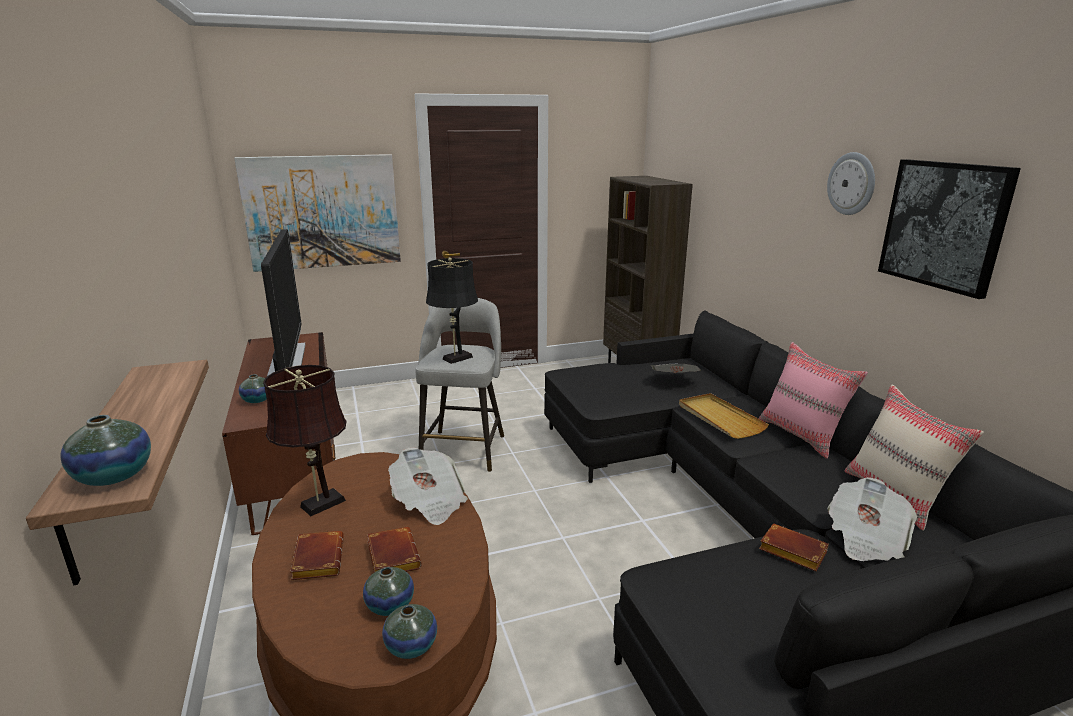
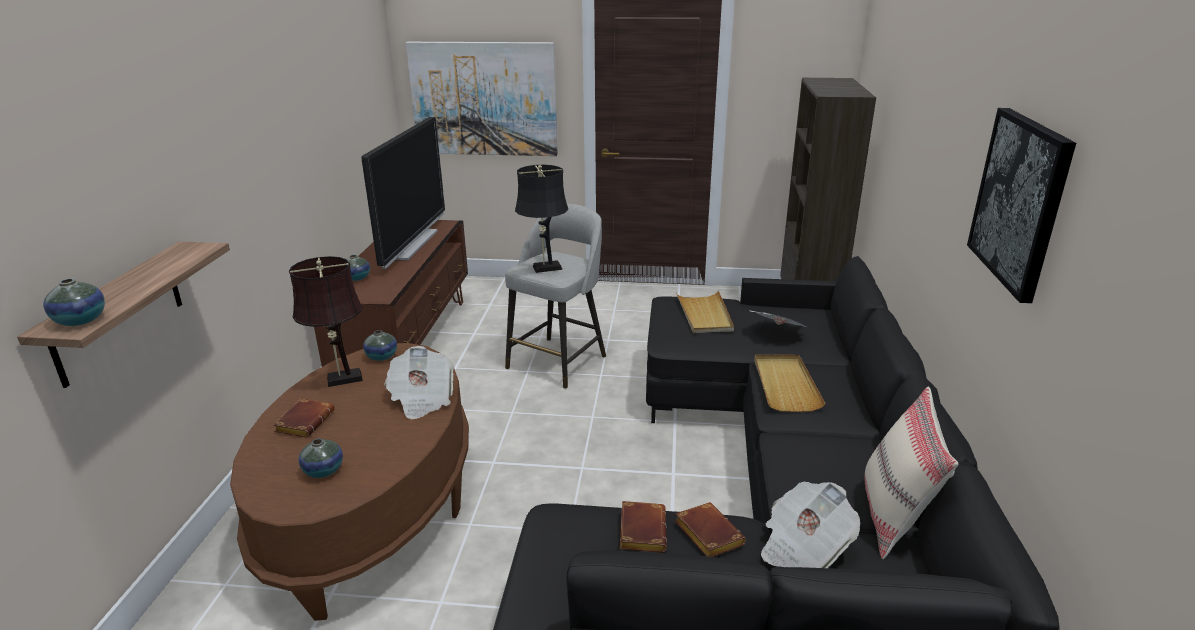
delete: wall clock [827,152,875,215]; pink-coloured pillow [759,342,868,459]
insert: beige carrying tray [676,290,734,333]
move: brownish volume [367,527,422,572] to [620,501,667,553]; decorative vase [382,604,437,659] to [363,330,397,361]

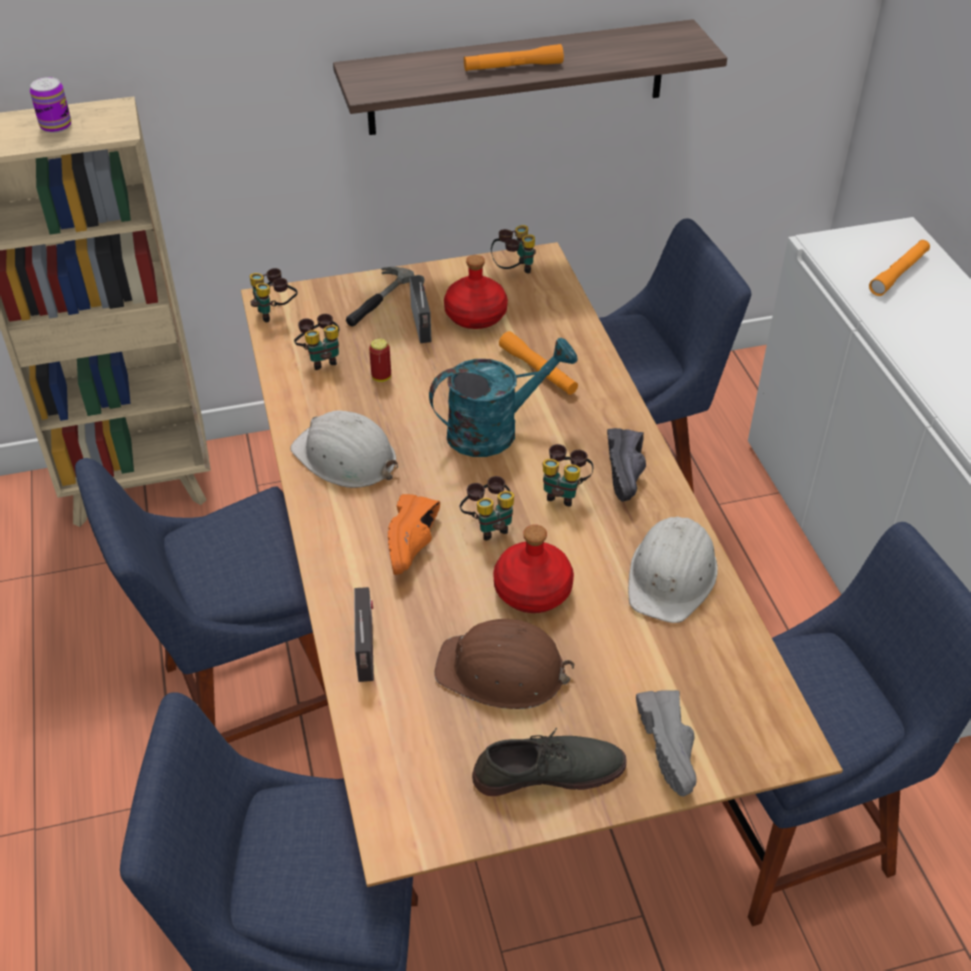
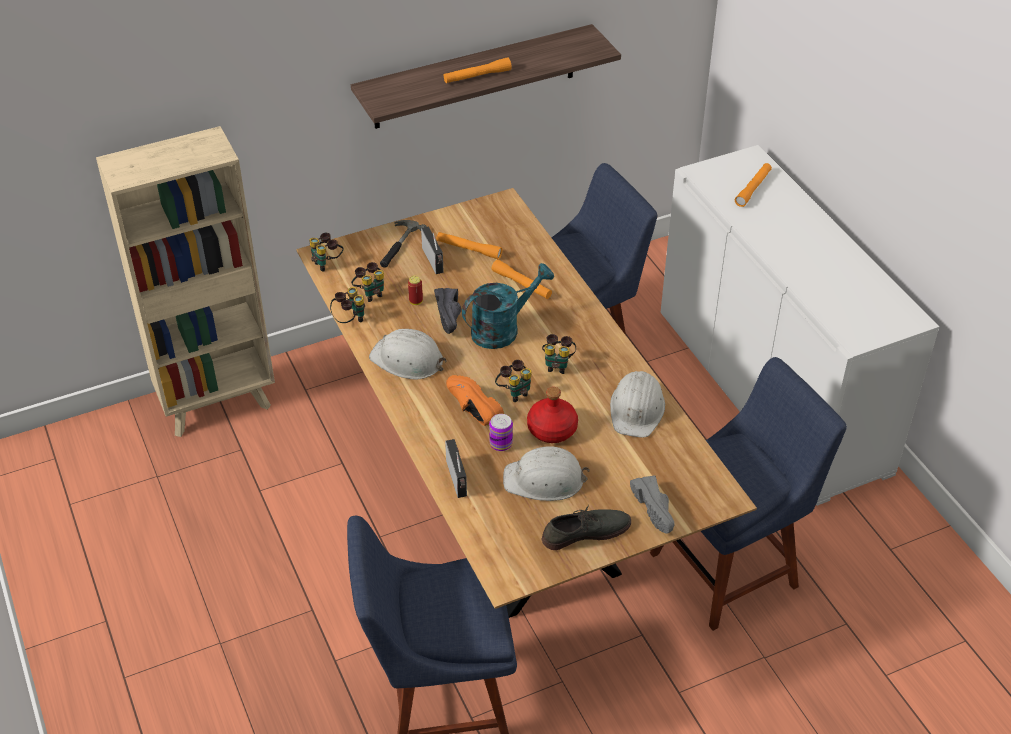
delete: blue plain chair [75,458,328,743]
move: metal can [30,77,71,133] to [489,414,513,451]; field glasses [491,225,536,274] to [330,287,365,323]; black-coloured shoe [607,428,646,502] to [434,288,461,334]
replace: red-coloured beverage bottle [444,255,508,329] to orangey hand torch [437,232,503,260]
recolor: brownish hard hat [435,619,575,709] to white hard hat [503,446,590,501]
rotate: orangey shoe [388,494,440,575] = [446,375,504,426] 135 degrees clockwise

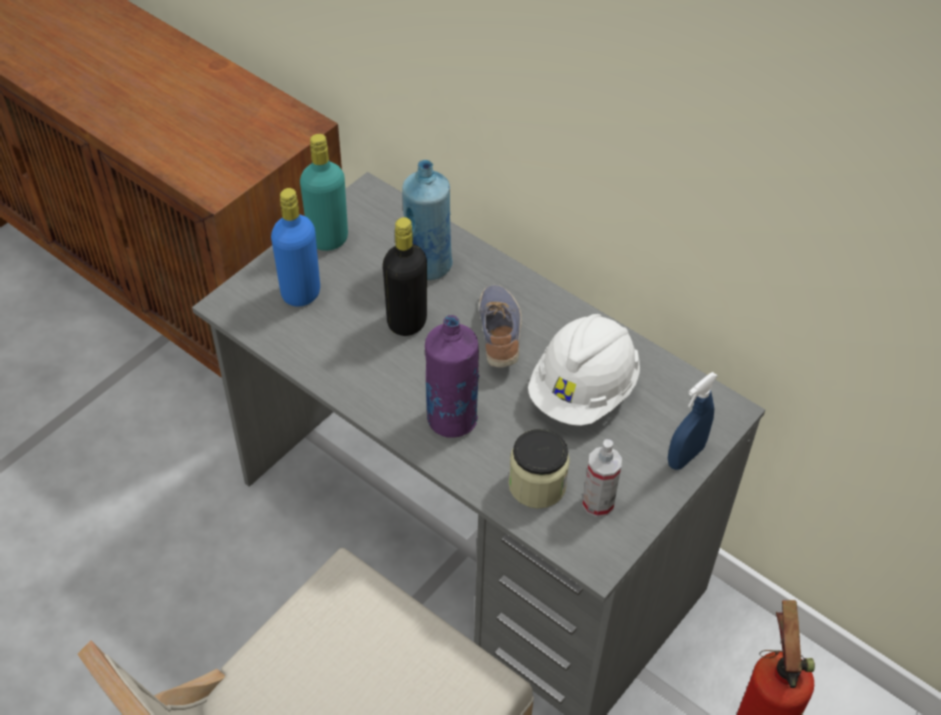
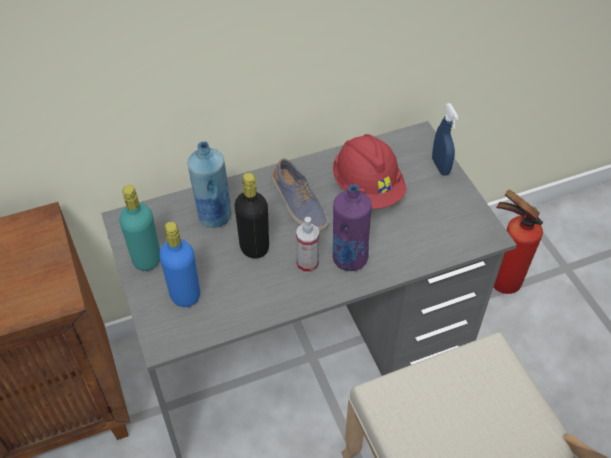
delete: jar [508,429,570,509]
move: sprayer [582,439,622,517] to [296,217,319,273]
recolor: white hard hat [528,314,640,426] to red-coloured hard hat [333,134,406,209]
rotate: shoe [479,285,522,368] = [272,158,329,233] 150 degrees counterclockwise

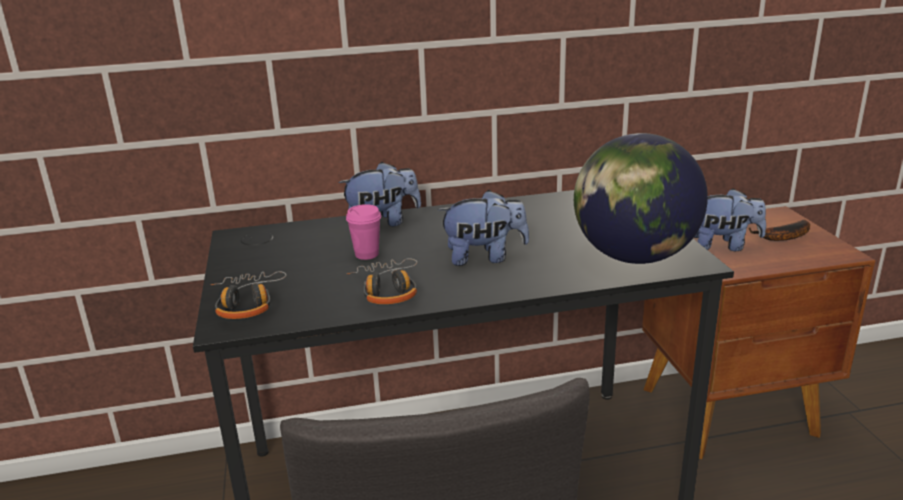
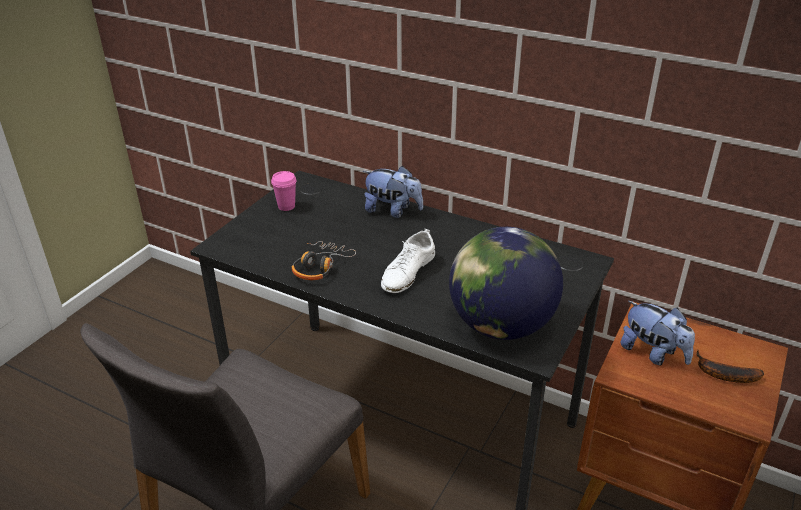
delete: headset [211,271,286,319]
move: pink-coloured cup [346,204,381,260] to [271,171,297,211]
replace: soft toy [438,190,529,266] to white shoe [381,229,435,293]

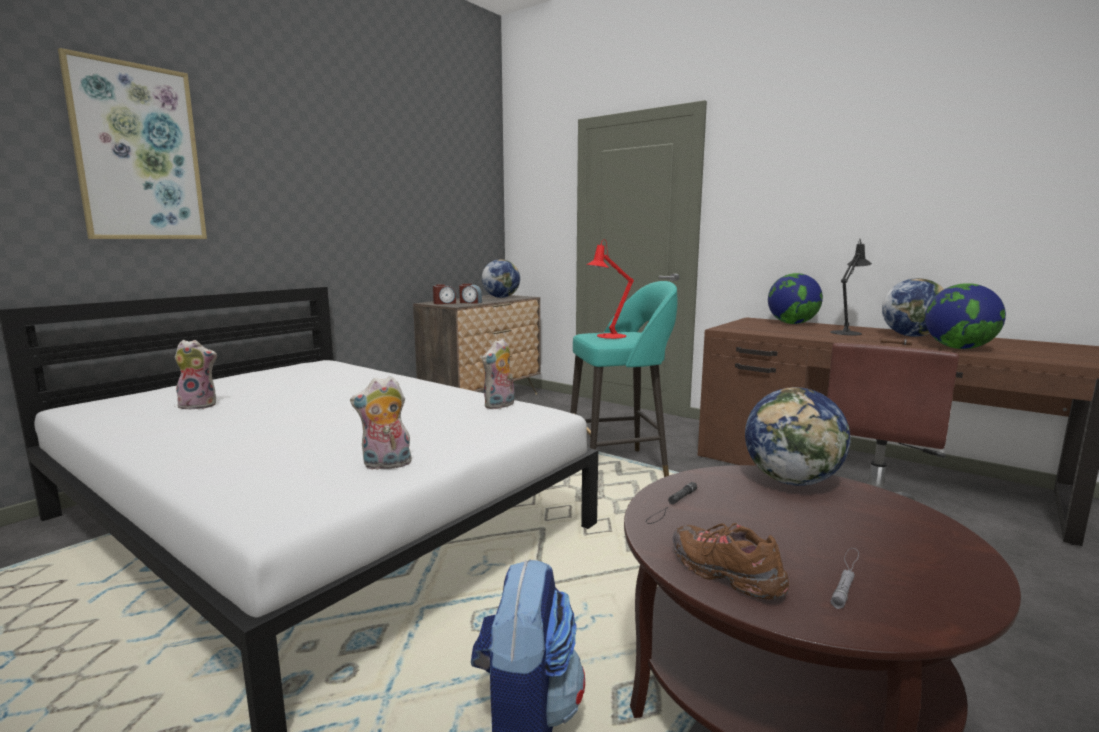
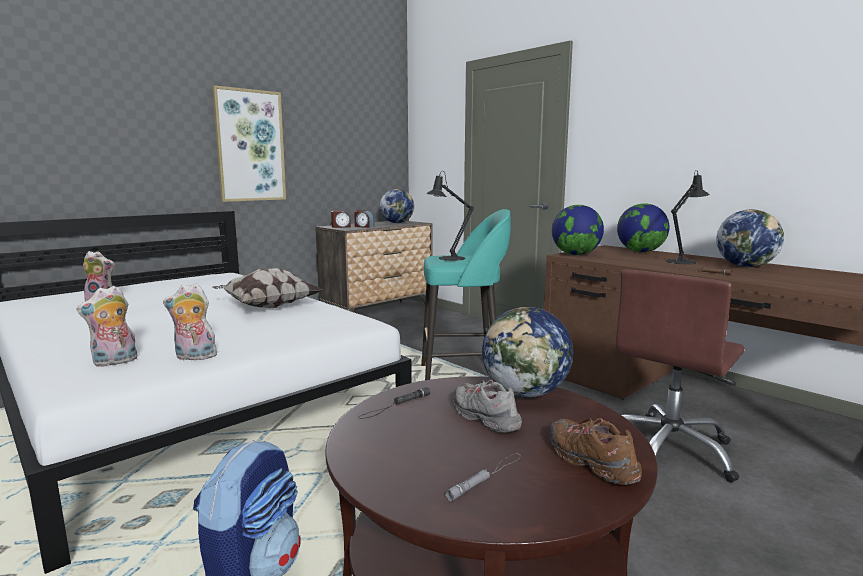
insert: pillow [212,268,322,308]; grey shoe [453,380,522,433]
move: wall picture [58,48,207,239] to [212,85,286,202]; desk globe [925,283,1006,349] to [552,205,604,255]; soft toy [482,339,515,409] to [76,286,138,367]; brownish shoe [673,523,789,599] to [550,418,642,485]
recolor: red-coloured lamp for a table [586,239,634,339] to black-coloured lamp for a table [426,171,474,261]

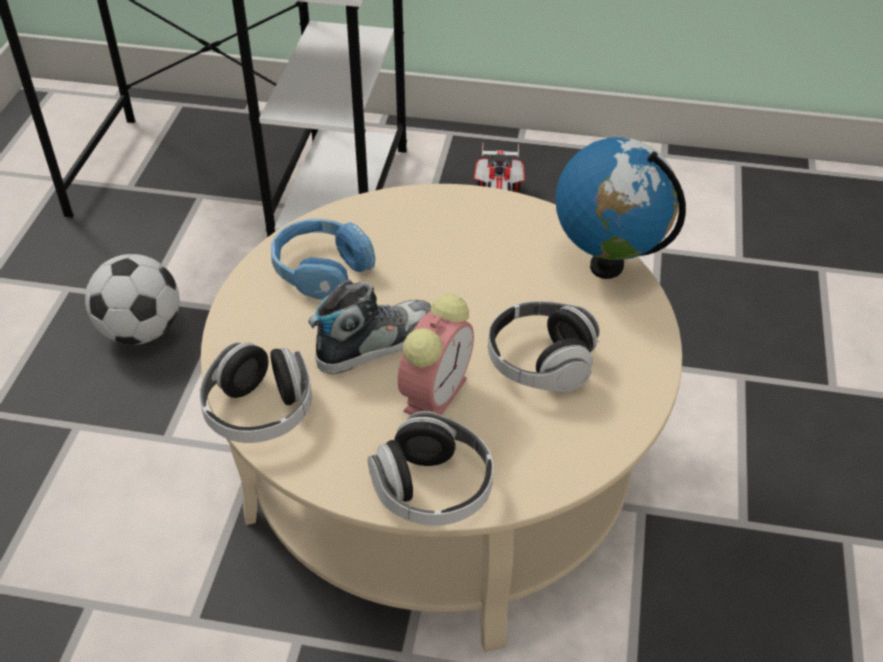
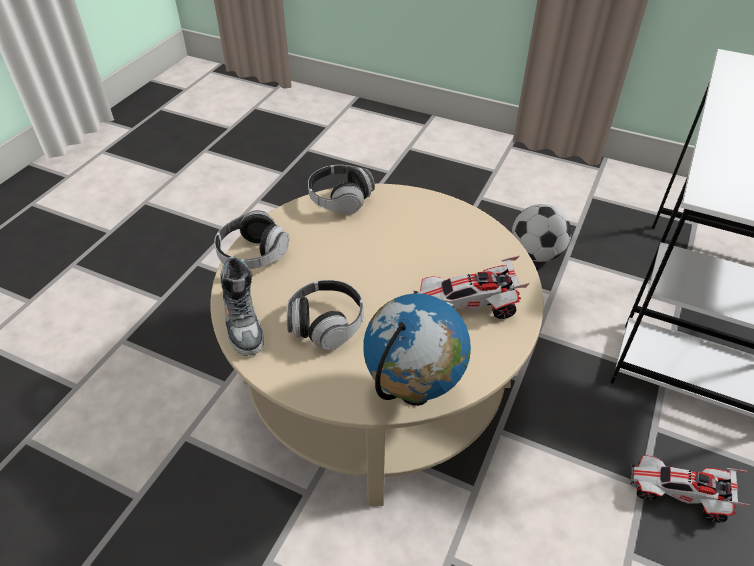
delete: blue headset [271,218,376,299]; alarm clock [398,294,474,415]
insert: miniature car [413,256,530,319]
move: shoe [308,279,432,374] to [220,256,264,356]

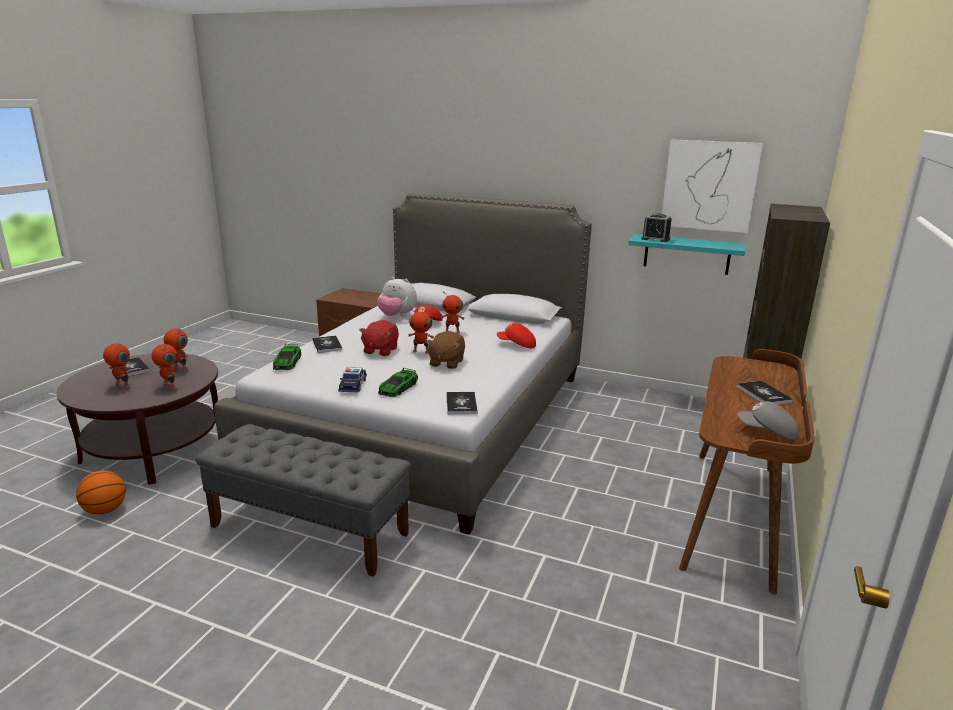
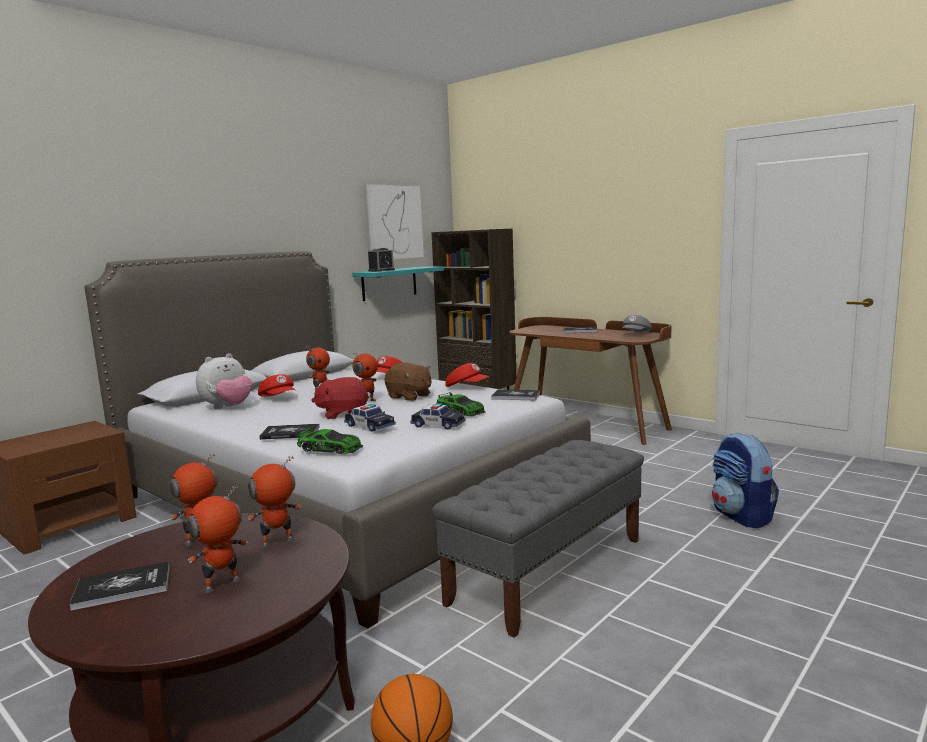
insert: red-coloured peaked cap [445,363,489,387]; miniature car [344,404,396,432]; backpack [712,433,779,528]
rotate: red-coloured soft toy [359,320,399,356] = [311,377,369,419] 135 degrees clockwise

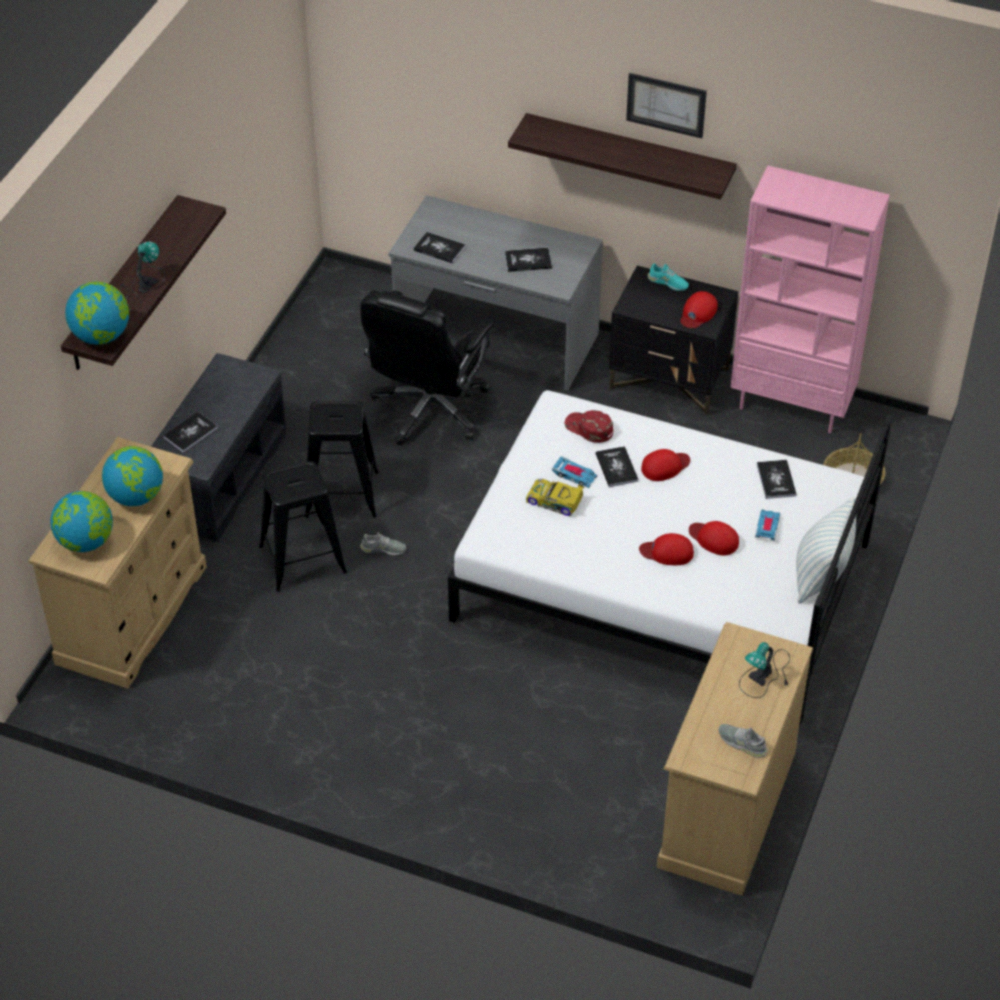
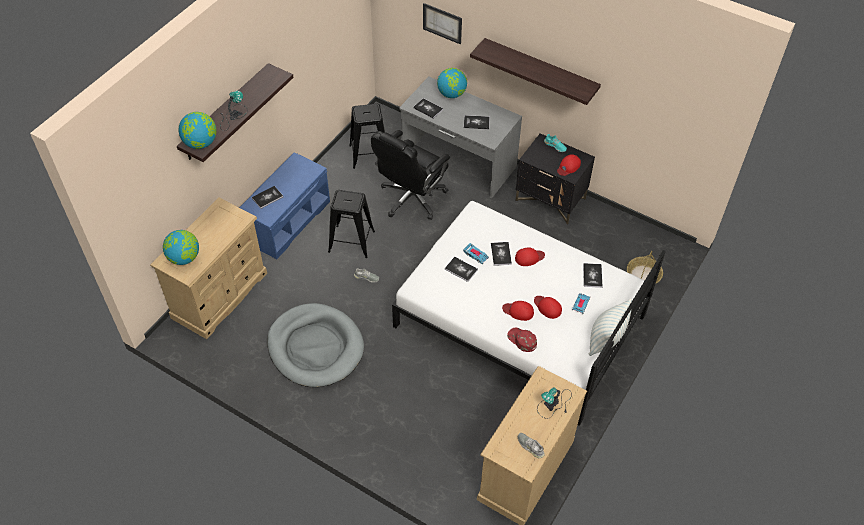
delete: pink-coloured bookcase [730,165,890,433]
insert: grey pet bed [267,303,364,387]
move: wall picture [626,73,707,138] to [423,3,462,44]; red-coloured peaked cap [564,410,613,443] to [507,328,537,352]; desk globe [102,446,163,506] to [437,68,467,98]; black-coloured sitting stool [259,461,347,592] to [349,103,385,169]
replace: miniature car [526,479,584,516] to volume [445,257,478,282]
recolor: grey bench [151,353,287,542] to blue bench [239,152,330,259]

